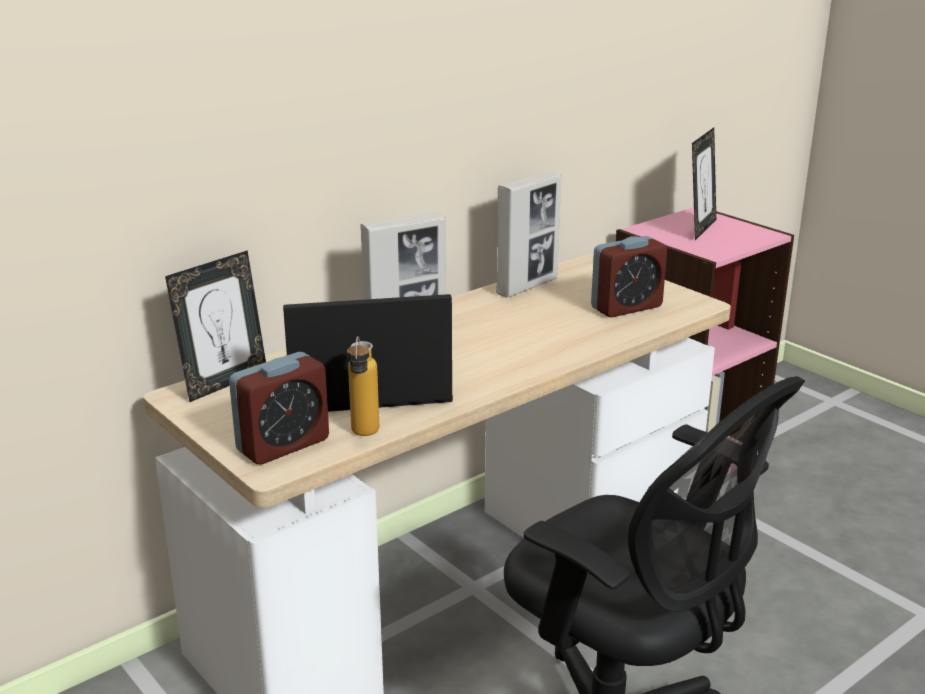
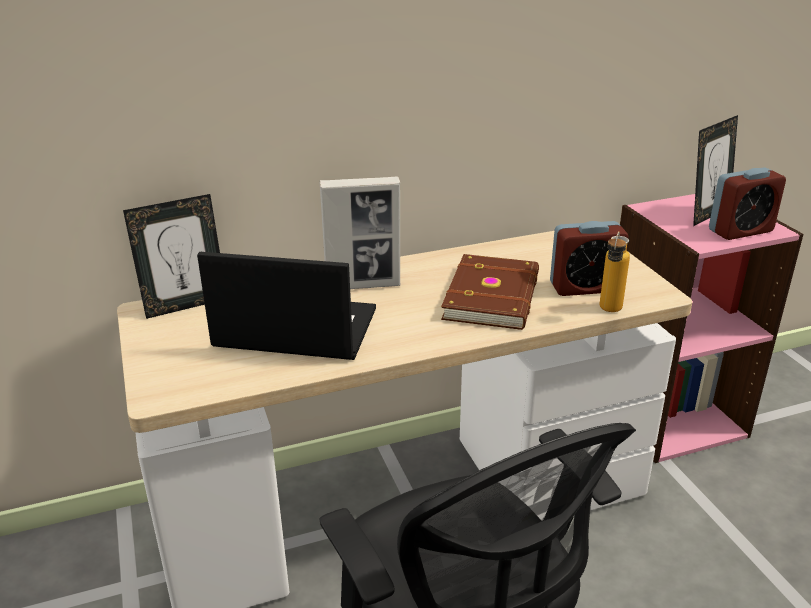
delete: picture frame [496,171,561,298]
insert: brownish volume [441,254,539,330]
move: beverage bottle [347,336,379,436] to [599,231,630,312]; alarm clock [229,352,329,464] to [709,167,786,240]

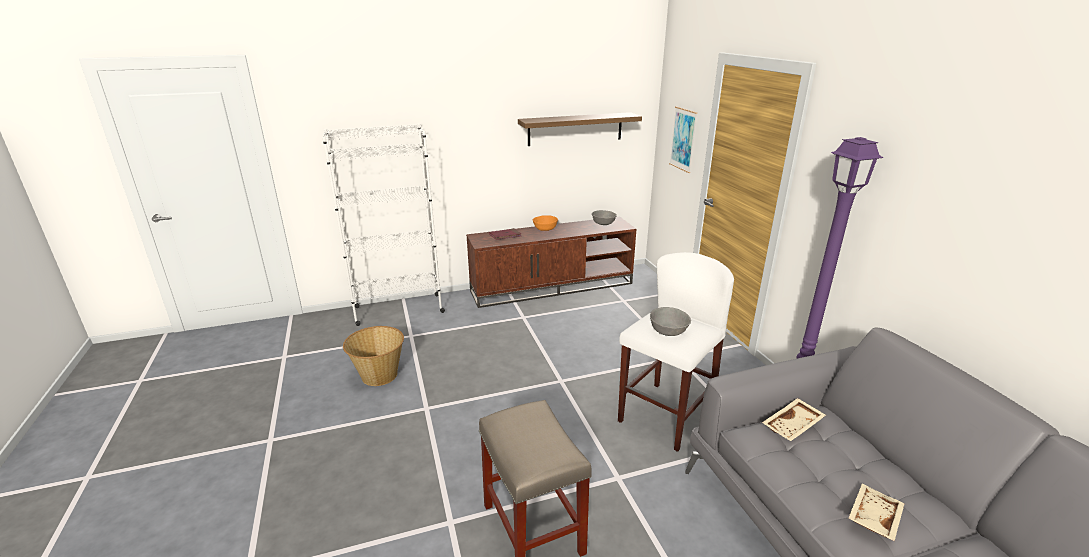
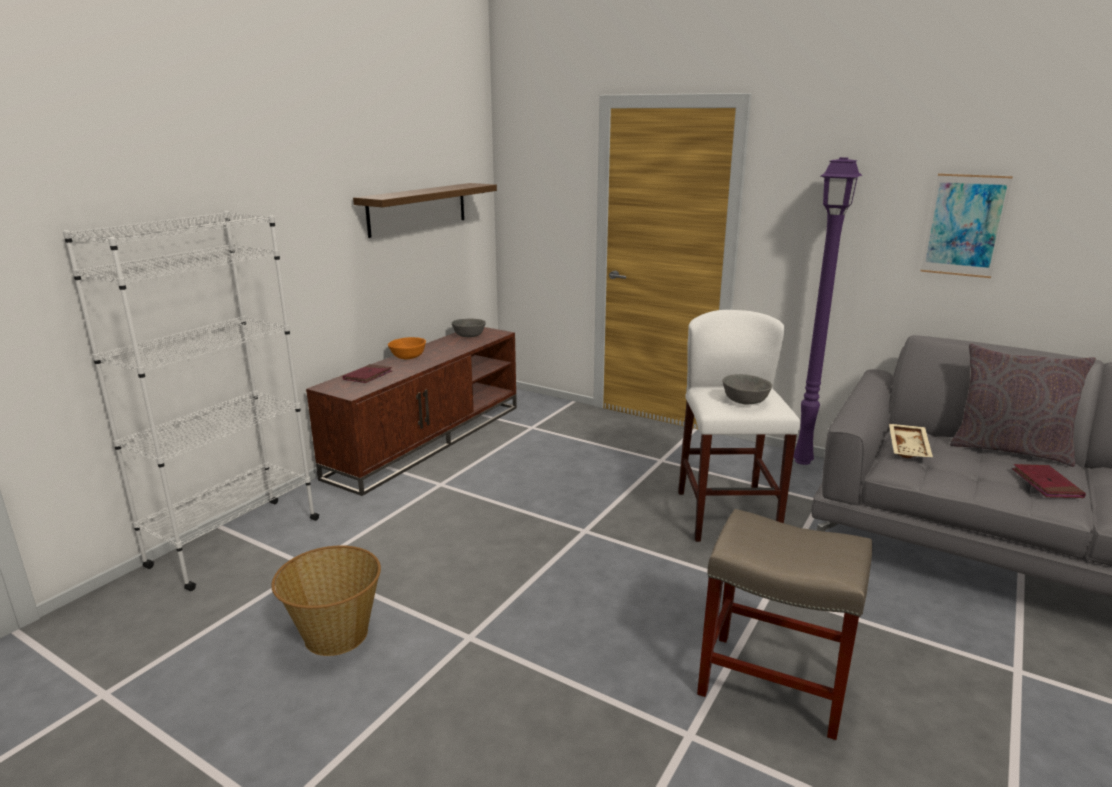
insert: grey pillow [950,343,1096,467]
move: wall picture [669,106,697,173] to [920,173,1013,278]
replace: beige carrying tray [848,483,905,541] to red-coloured volume [1012,464,1086,498]

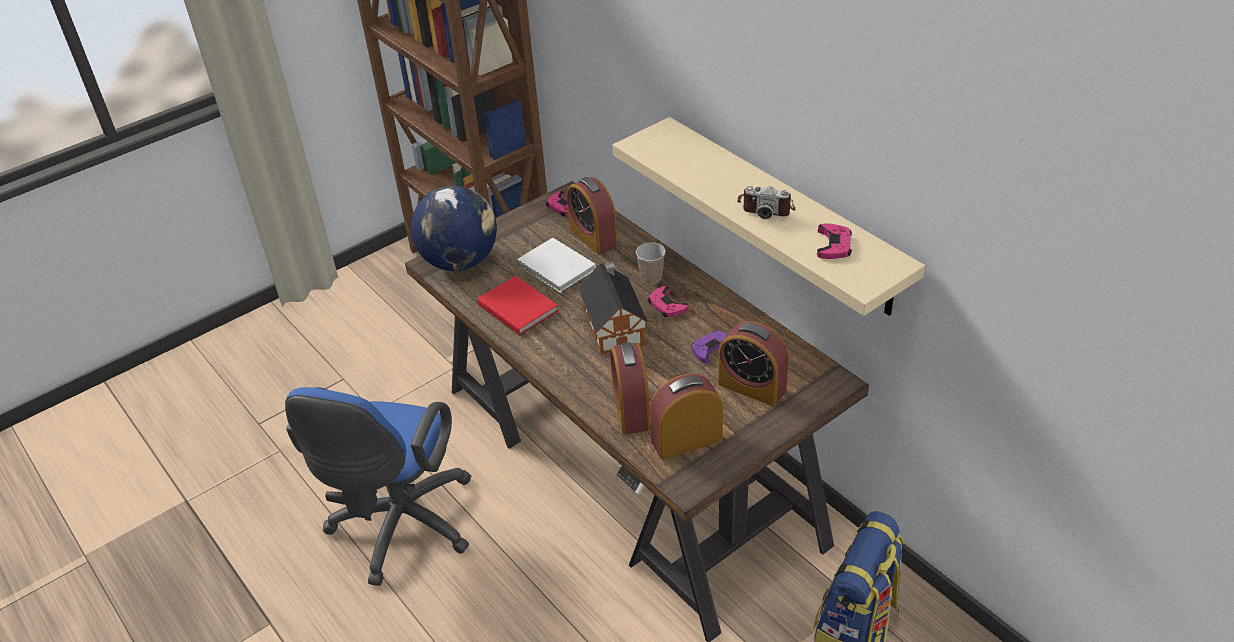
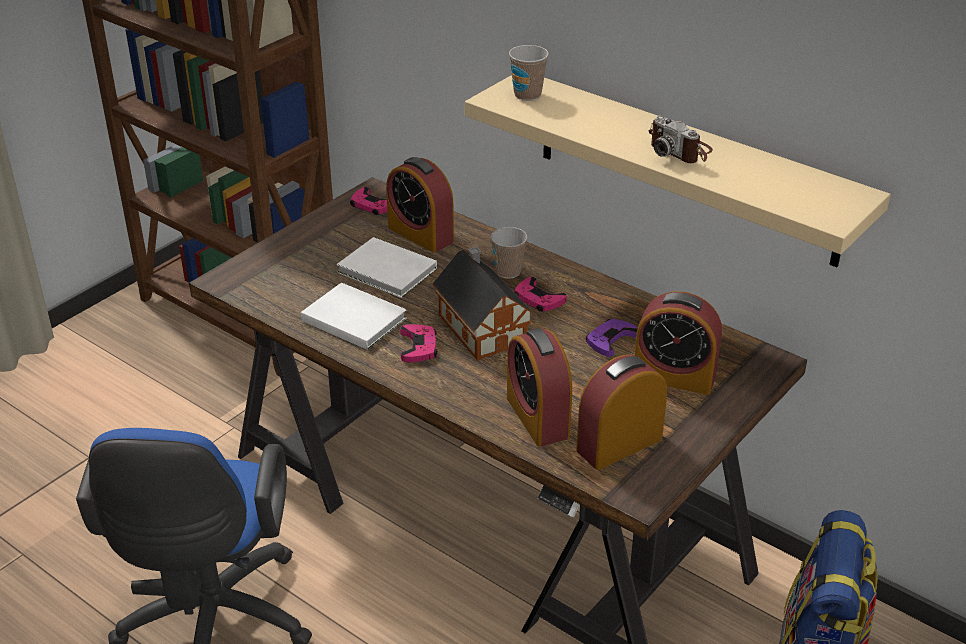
delete: desk globe [411,185,497,271]
insert: cup [509,45,549,101]
move: pink-coloured joypad [817,224,852,259] to [400,324,438,362]
recolor: red-coloured volume [477,276,558,335] to white volume [301,282,407,350]
rotate: still camera [737,186,795,219] = [648,116,713,163] 45 degrees clockwise

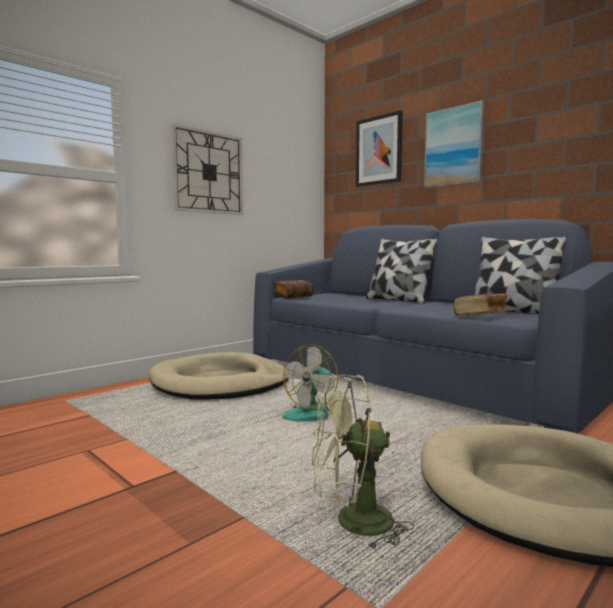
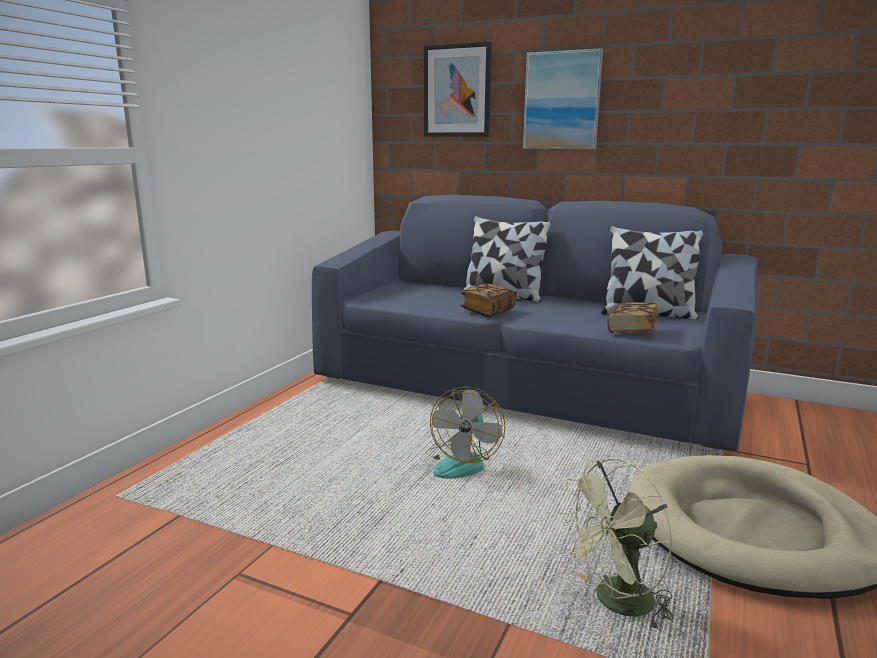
delete: wall clock [171,123,243,215]; beige pet bed [149,352,289,400]
move: volume [274,280,314,299] to [460,283,516,317]

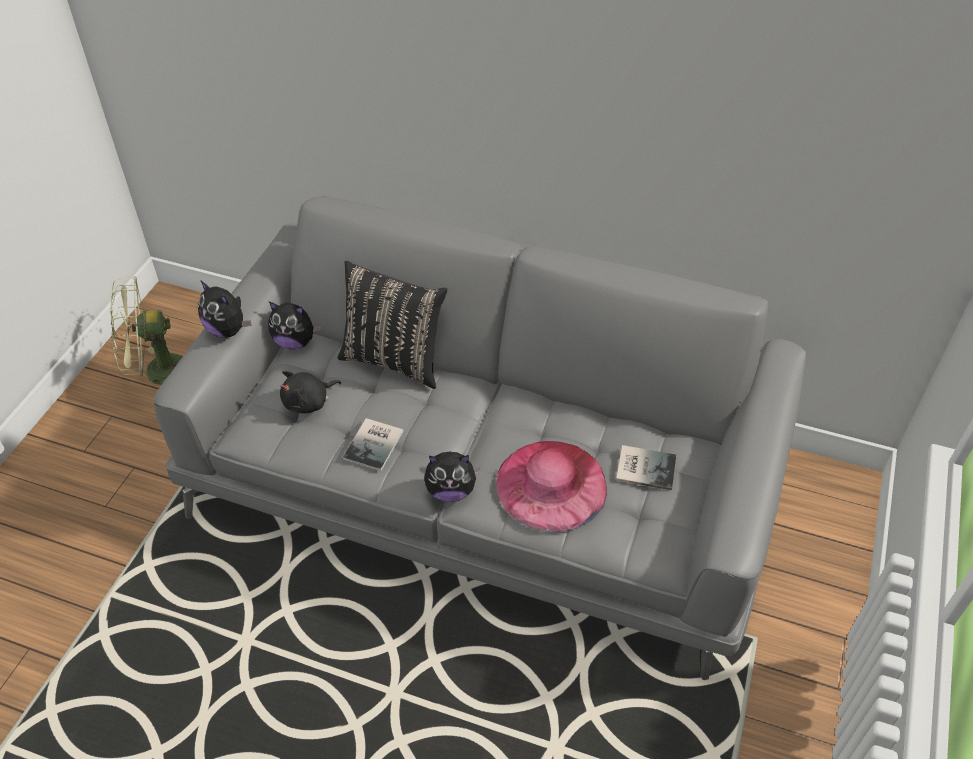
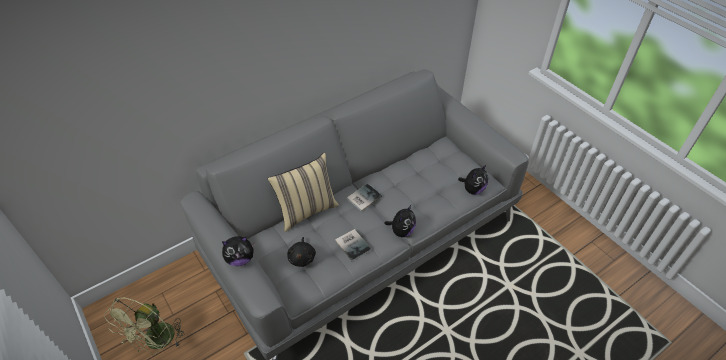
delete: pink-coloured hat [496,441,607,532]
move: soft toy [268,302,321,350] to [458,165,488,195]; volume [616,445,676,490] to [347,183,382,211]
recolor: black-coloured pillow [338,261,447,389] to beige pillow [268,152,339,232]

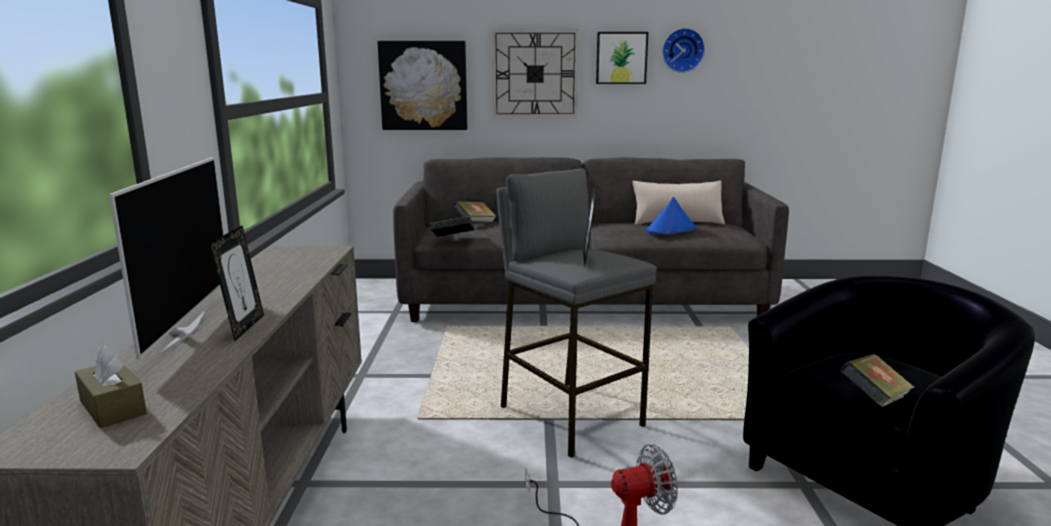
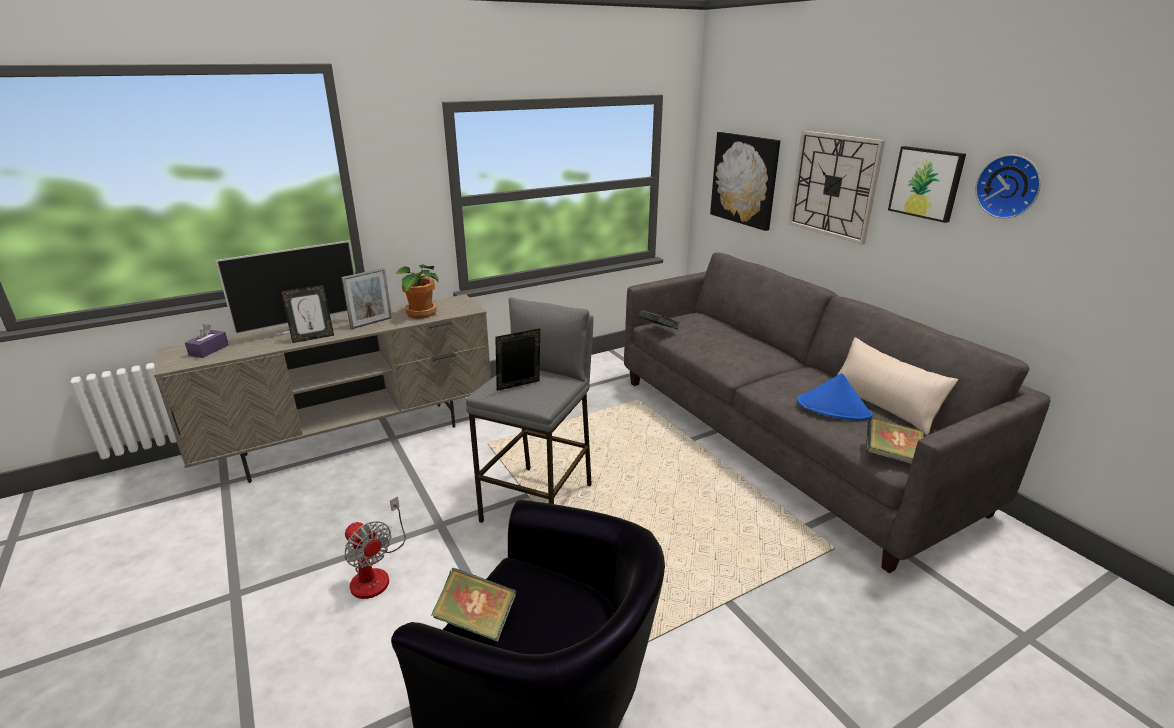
insert: potted plant [396,264,439,319]; picture frame [341,268,392,329]
move: volume [454,201,497,222] to [866,417,923,464]
recolor: brownish box of tissues [75,345,147,428] to purplish box of tissues [185,324,229,358]

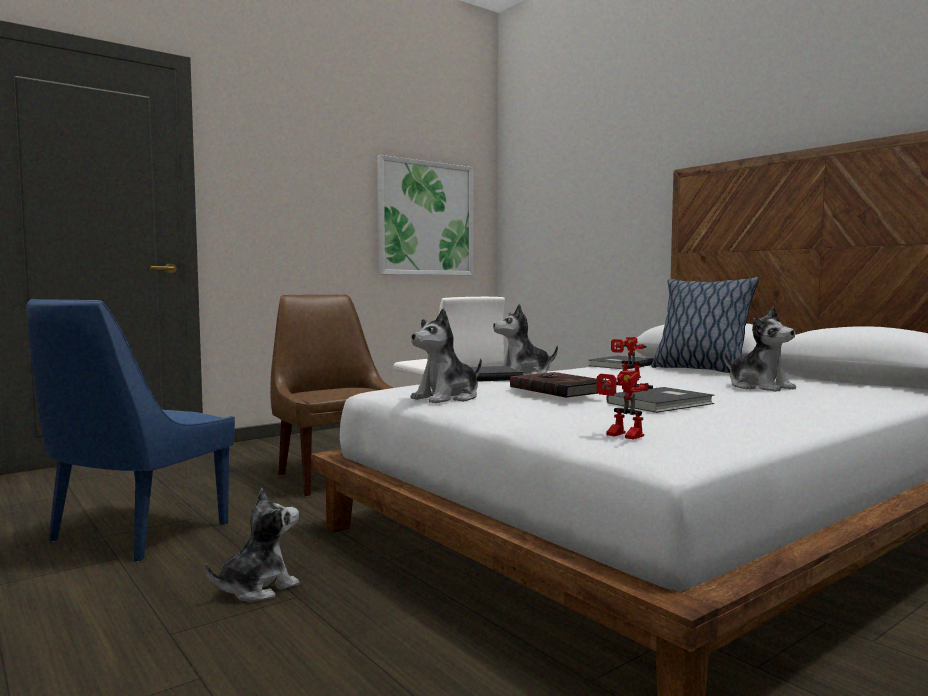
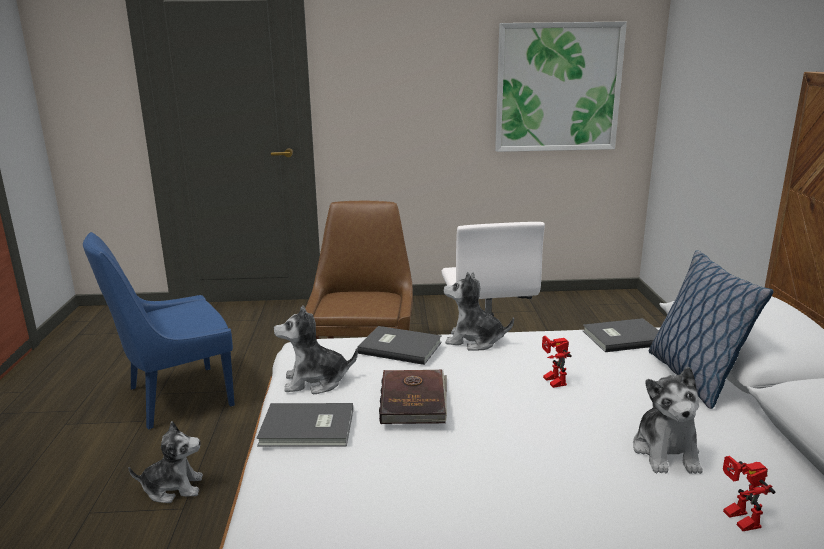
move: toy robot [597,370,653,440] to [723,456,776,531]; grey volume [606,387,714,413] to [256,403,353,447]

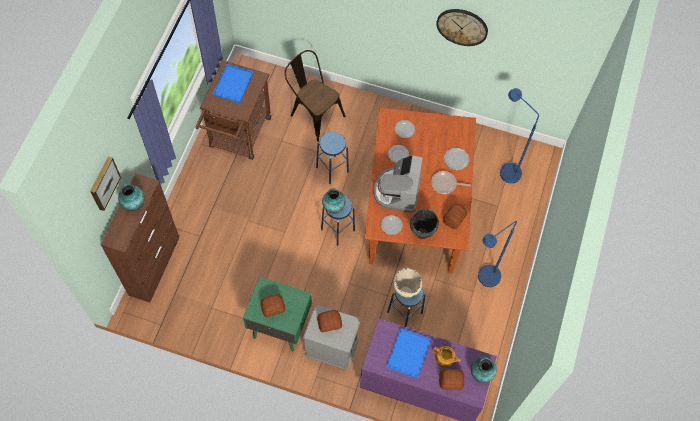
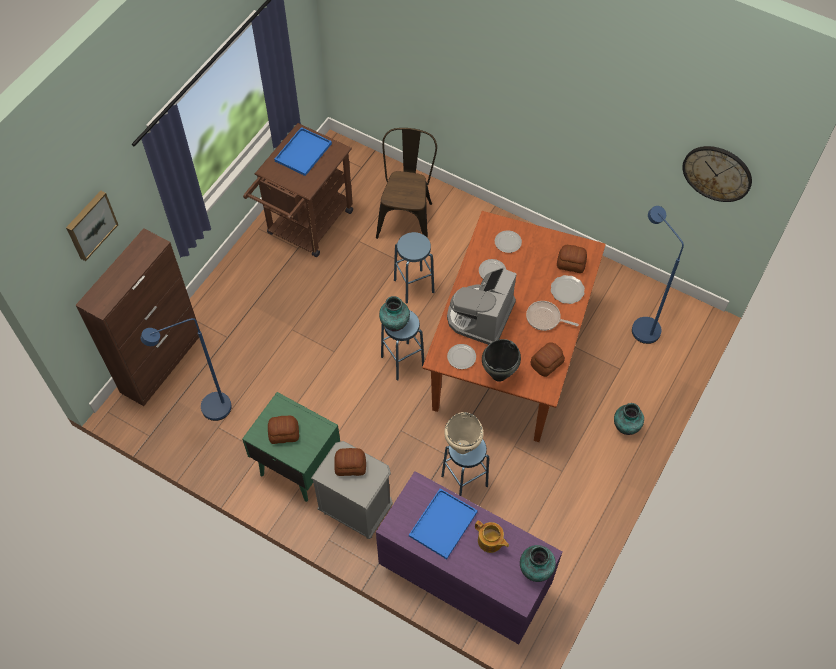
move: wall clock [436,9,488,46] to [682,146,752,202]; decorative vase [118,184,144,211] to [614,403,644,435]; blue standard lamp [478,221,517,287] to [141,318,232,421]; baked bread [439,369,464,390] to [557,245,587,273]
rotate: brownish plain chair [285,50,346,142] = [376,128,437,239] 45 degrees clockwise

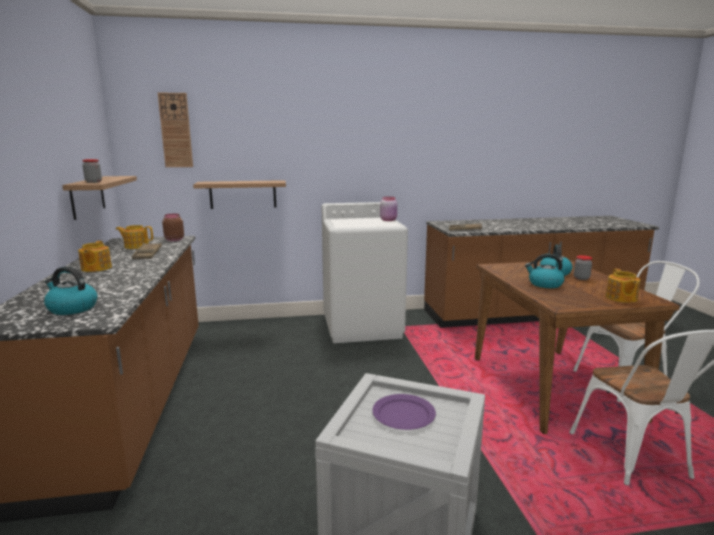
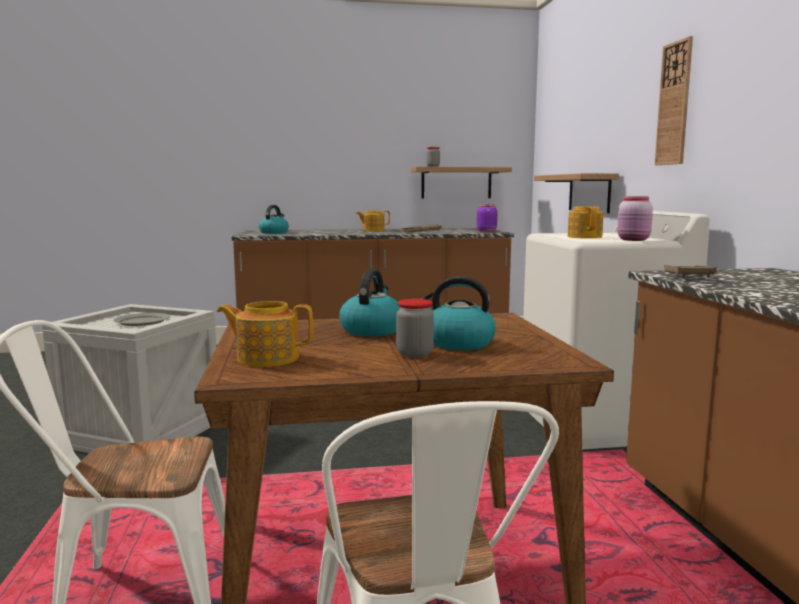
move: wall clock [158,92,193,167] to [655,36,693,165]; teapot [116,225,153,249] to [568,206,603,238]
recolor: brownish jar [162,214,184,241] to purplish jar [477,204,498,232]; purplish plate [372,394,436,430] to grey plate [113,313,170,326]

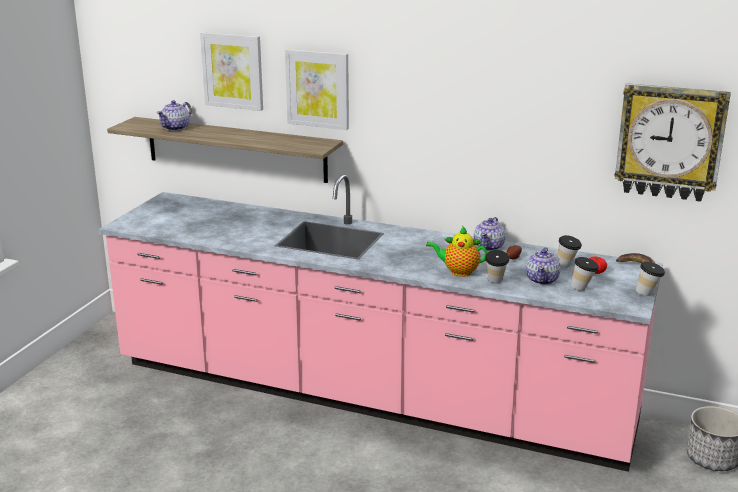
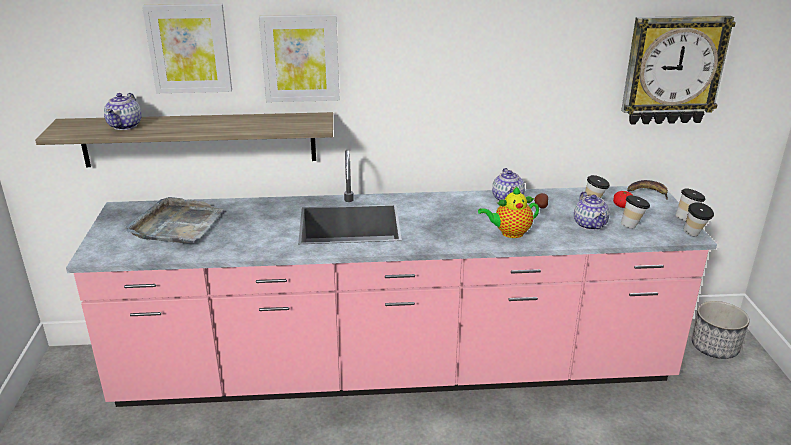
insert: grey carrying tray [125,197,223,243]
move: cup [485,250,510,283] to [684,202,714,236]

